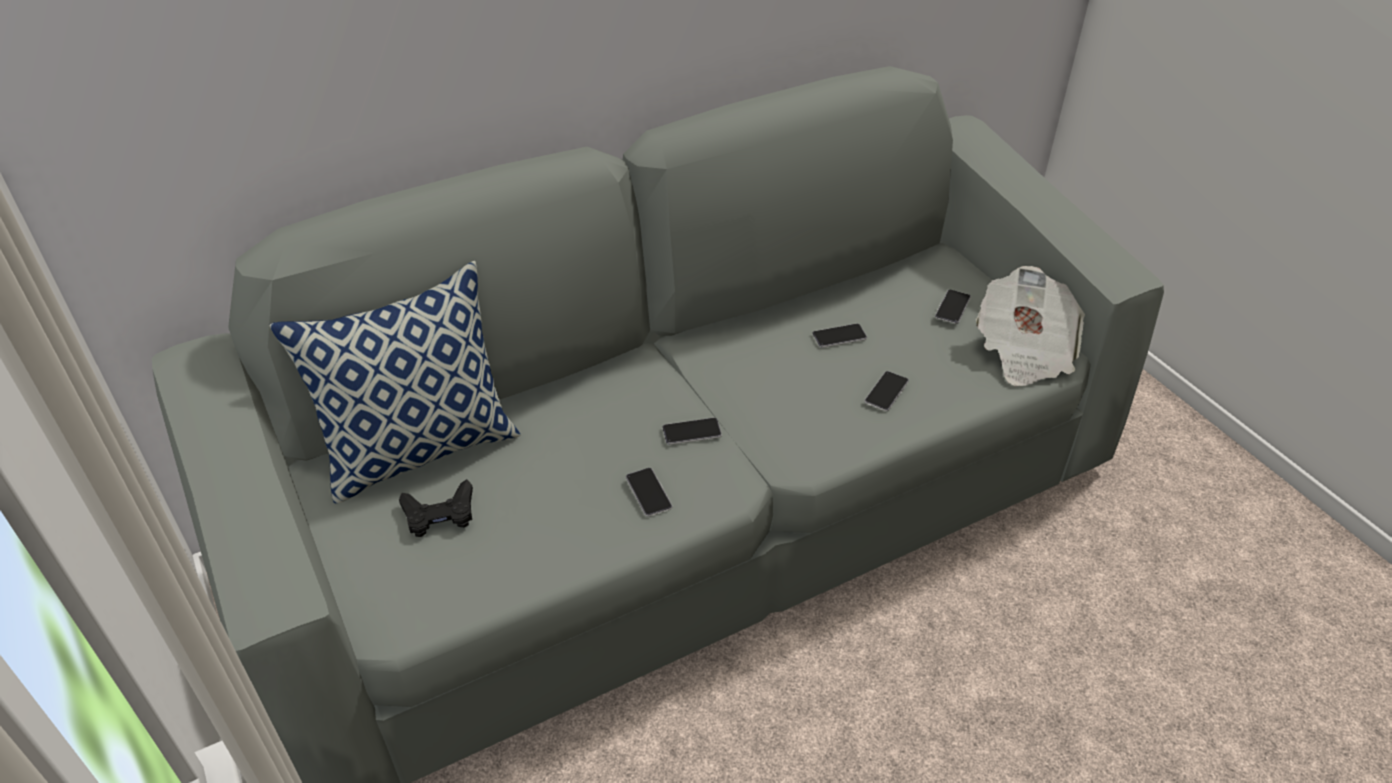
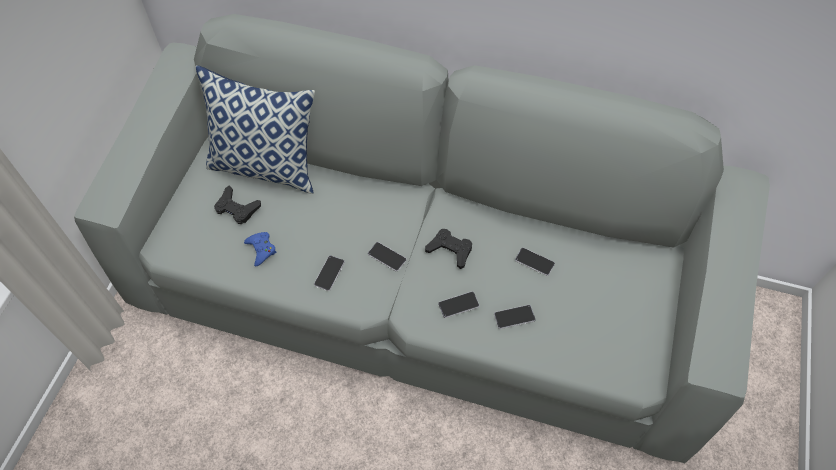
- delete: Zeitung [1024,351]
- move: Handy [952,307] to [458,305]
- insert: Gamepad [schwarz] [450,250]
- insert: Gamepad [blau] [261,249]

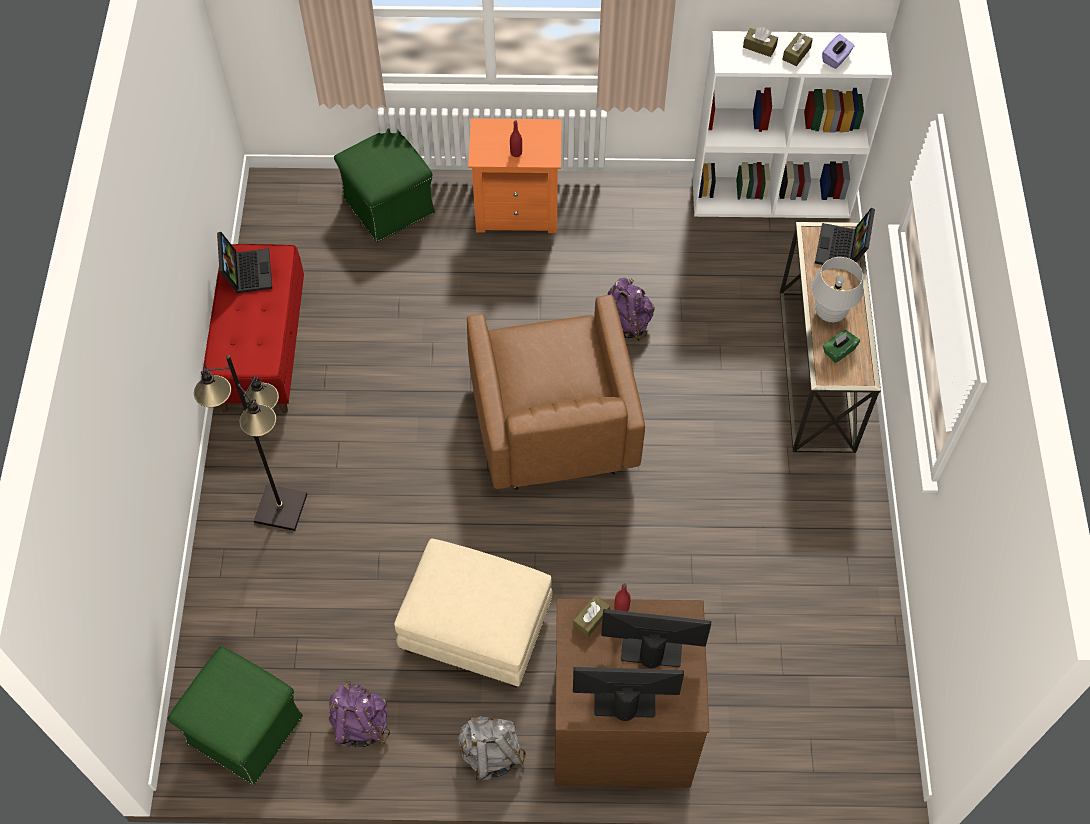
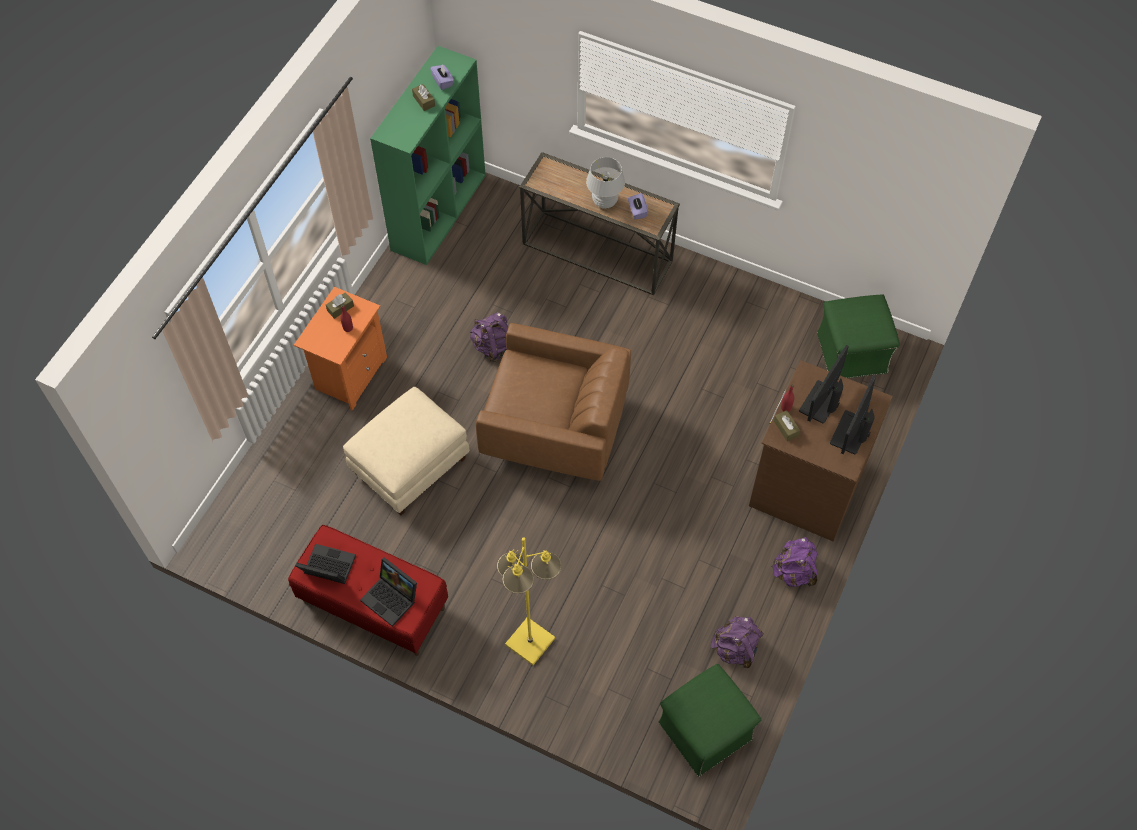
- move: Taschentuchbox [braun] [759,47] to [340,308]
- recolor: Bücherregal [weiß] [771,196] to Bücherregal [grün] [438,211]
- move: Polsterhocker [grün] [388,205] to [851,353]
- move: Laptop [842,250] to [392,598]
- recolor: Taschentuchbox [grün] [838,351] to Taschentuchbox [lila] [637,211]
- recolor: Stehlampe [schwarz] [280,507] to Stehlampe [gelb] [529,641]
- move: Polsterhocker [beige] [475,630] to [410,467]
- recolor: Rucksack [grau] [491,754] to Rucksack [lila] [794,572]

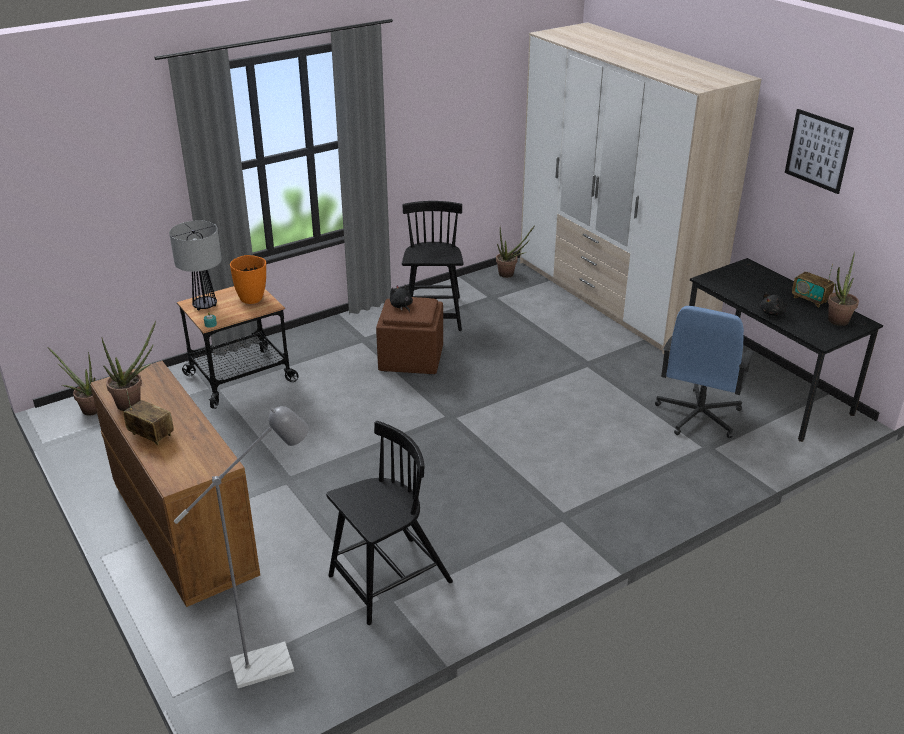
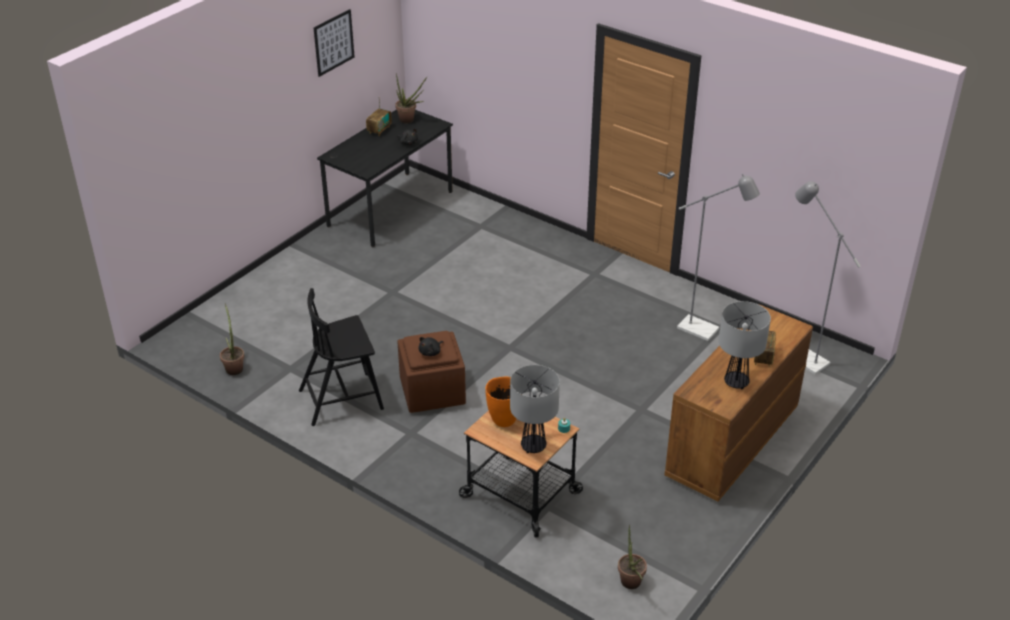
- delete: Kleiderschrank [612,296]
- delete: Bürostuhl [blau] [698,416]
- replace: Topfpflanze [134,403] to Tischlampe [736,382]
- replace: Stuhl [schwarz] [388,580] to Stehlampe [grau] [704,331]

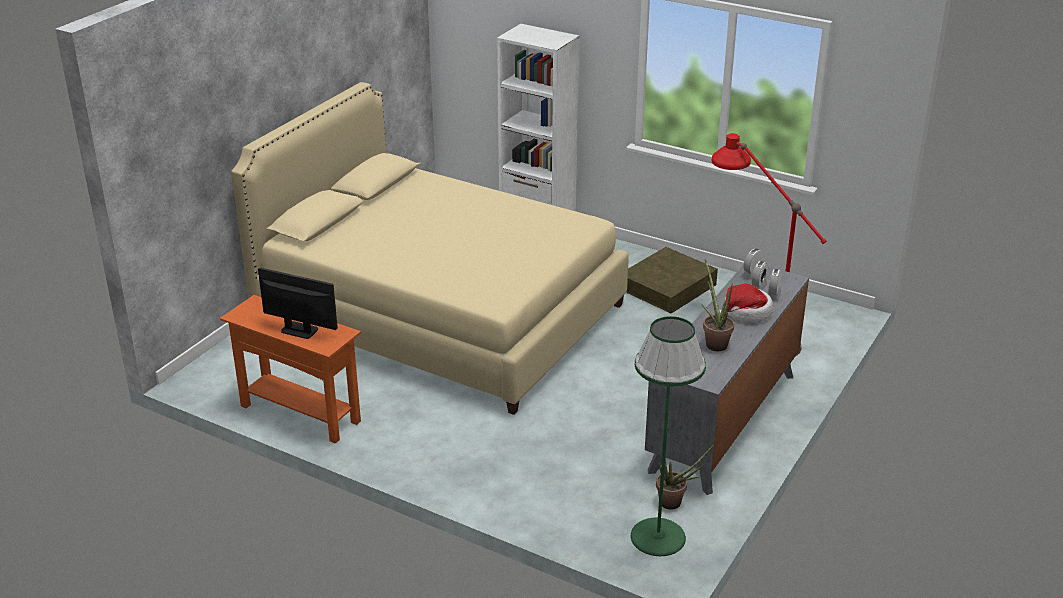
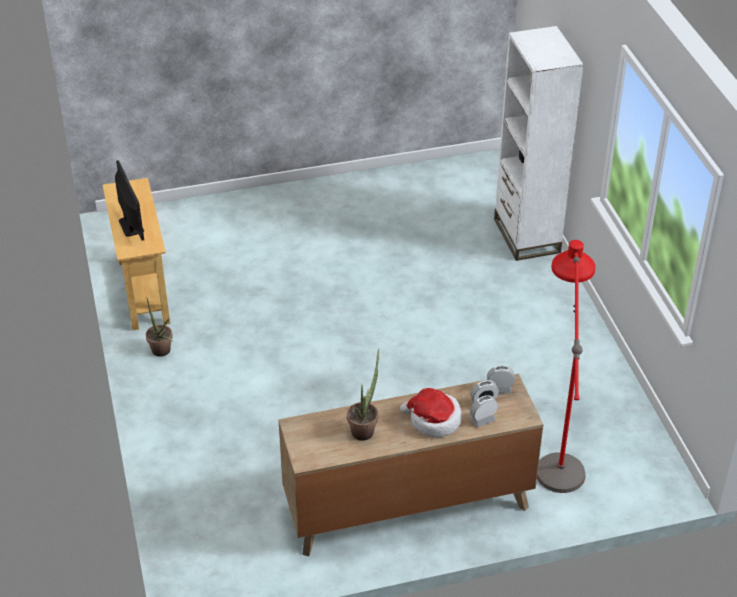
- delete: Bett [beige] [441,314]
- delete: Aufbewahrungsbox [braun] [668,287]
- recolor: Kommode [grau] [724,422] to Kommode [braun] [407,507]
- recolor: Konsolentisch [orange] [300,413] to Konsolentisch [beige] [143,291]
- delete: Stehlampe [grün] [658,537]
- move: Topfpflanze [675,503] to [163,353]

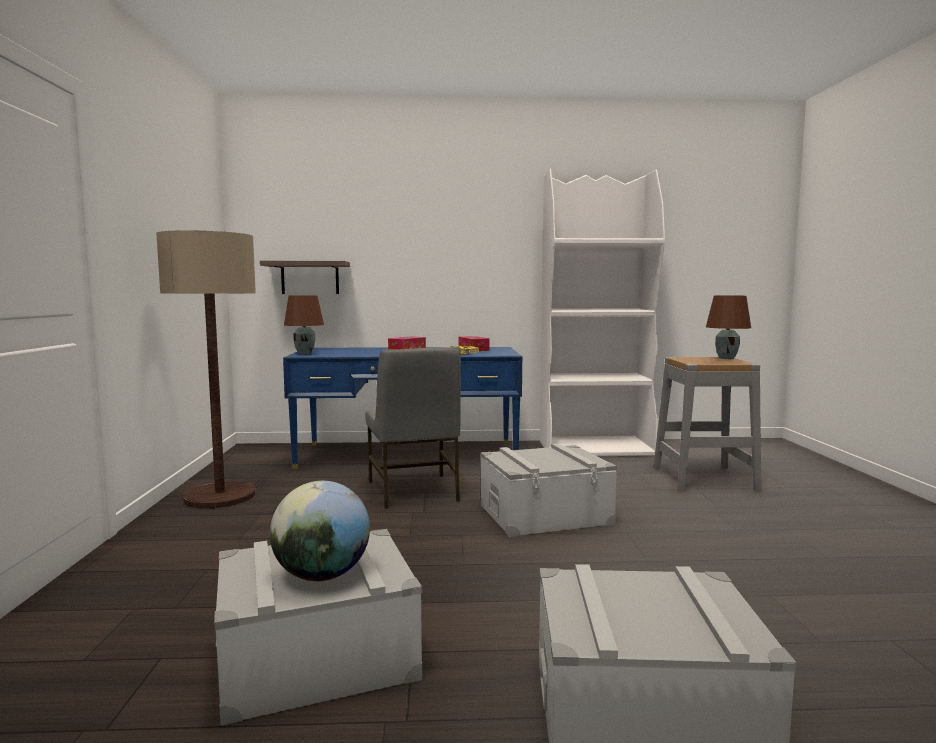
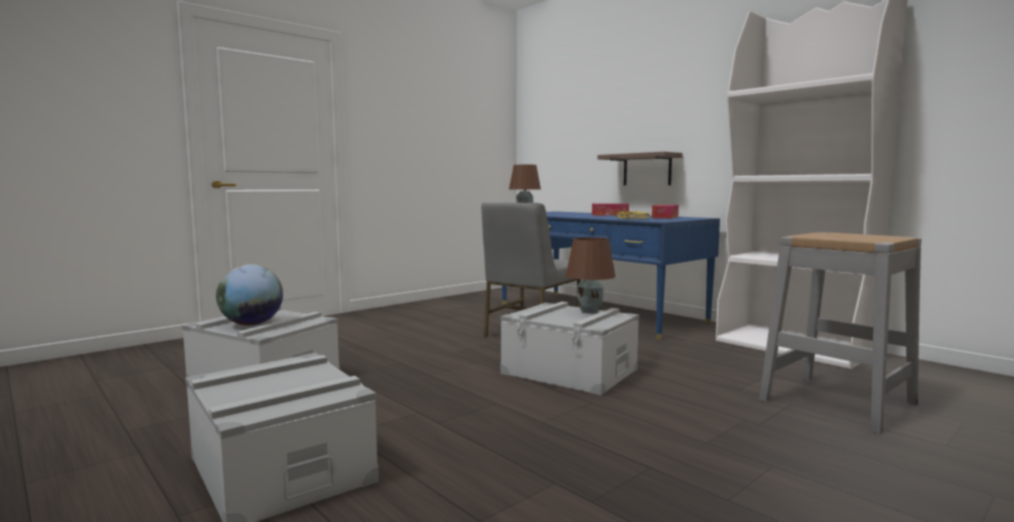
- delete: Stehlampe [220,496]
- move: Wandregal [310,278] to [647,170]
- move: Tischlampe [braun] [726,358] to [590,311]

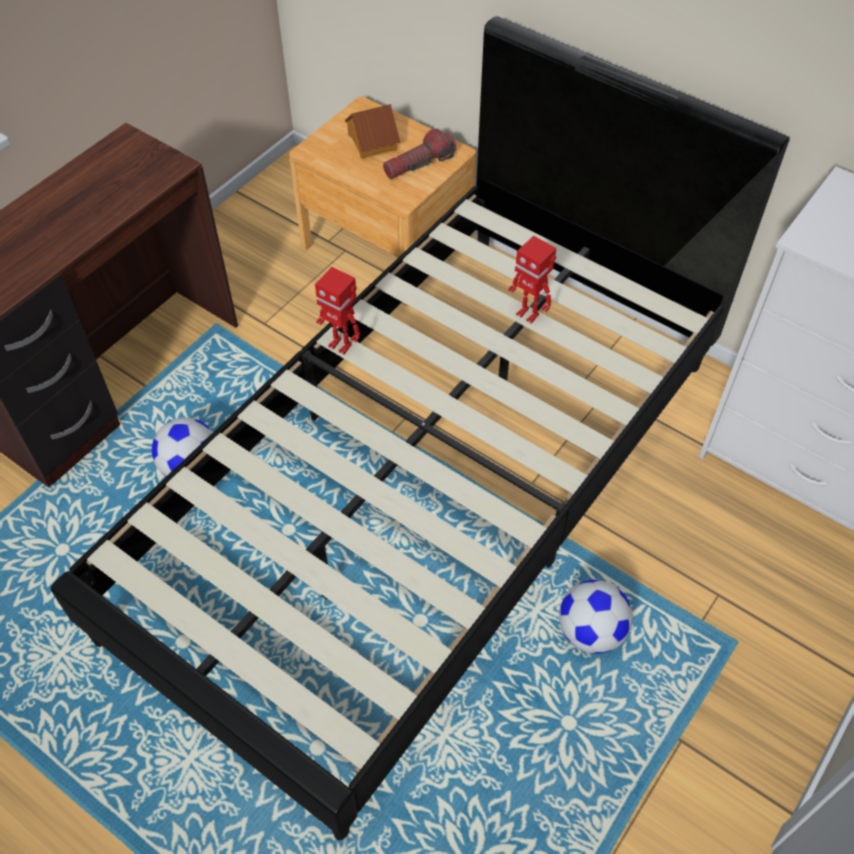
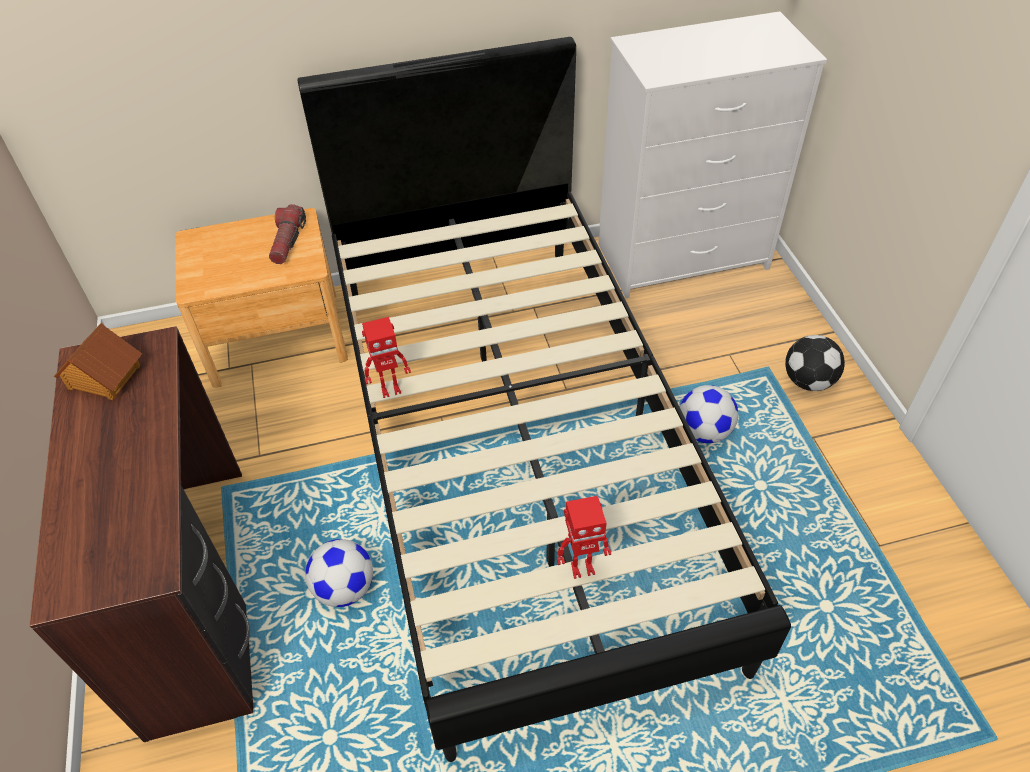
- move: Spielzeughaus [372,142] to [103,377]
- move: Spielzeugroboter [528,314] to [582,568]
- insert: Fußball [808,382]

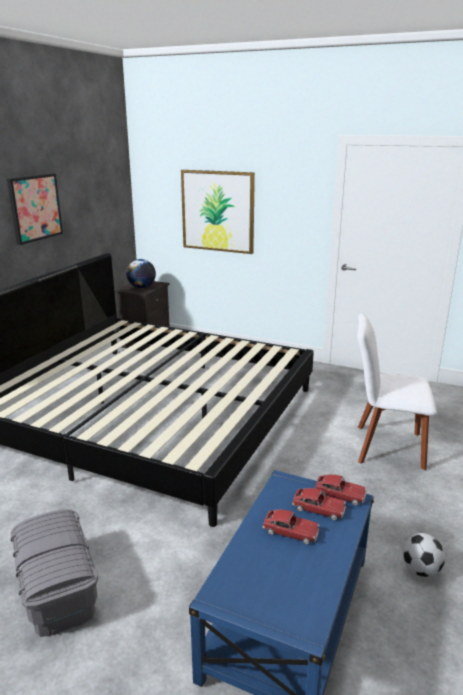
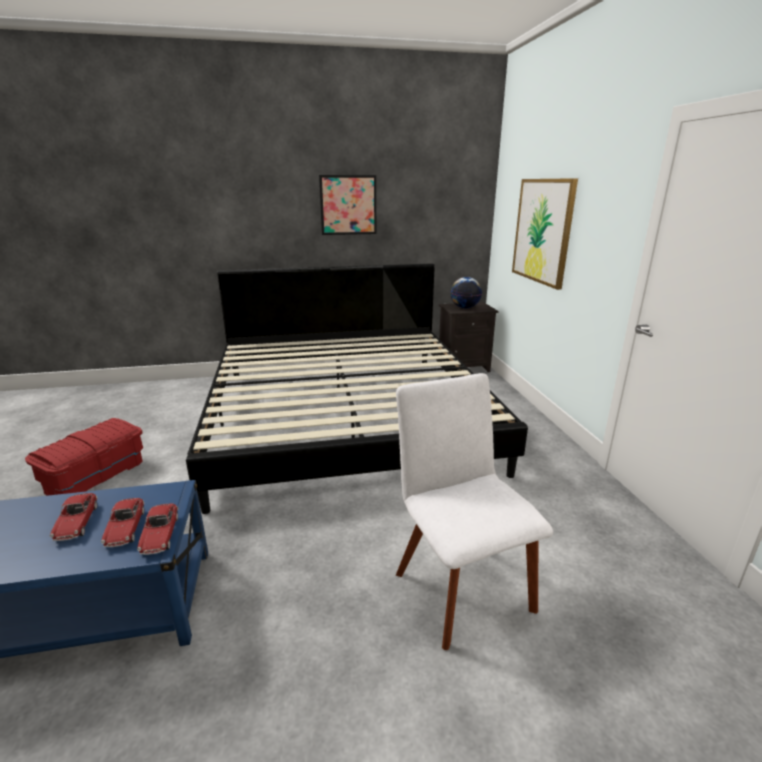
- recolor: Aufbewahrungsbox [grau] [57,588] to Aufbewahrungsbox [rot] [95,475]
- delete: Fußball [421,570]

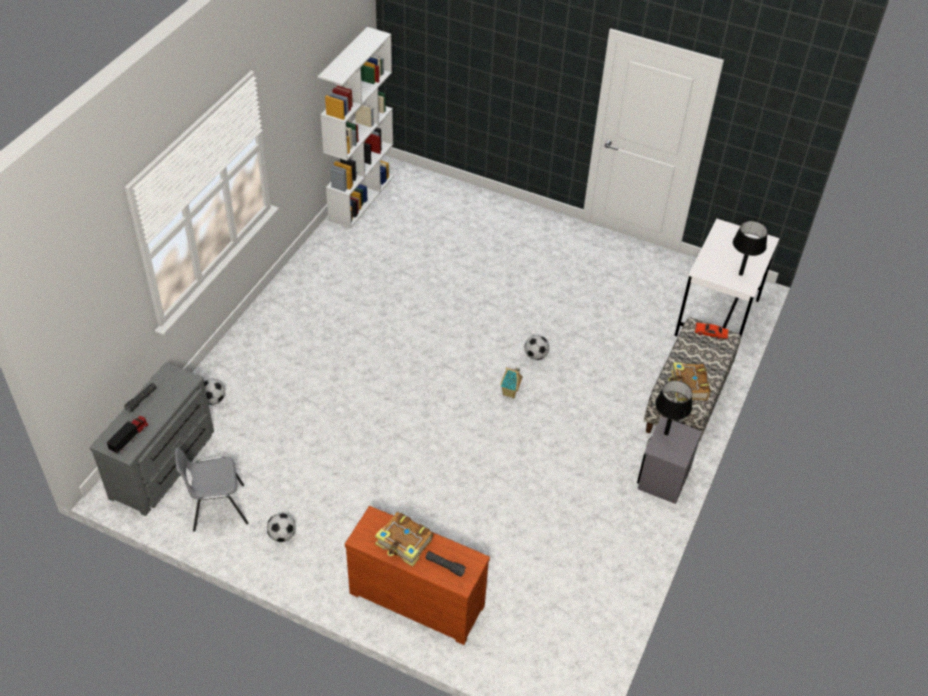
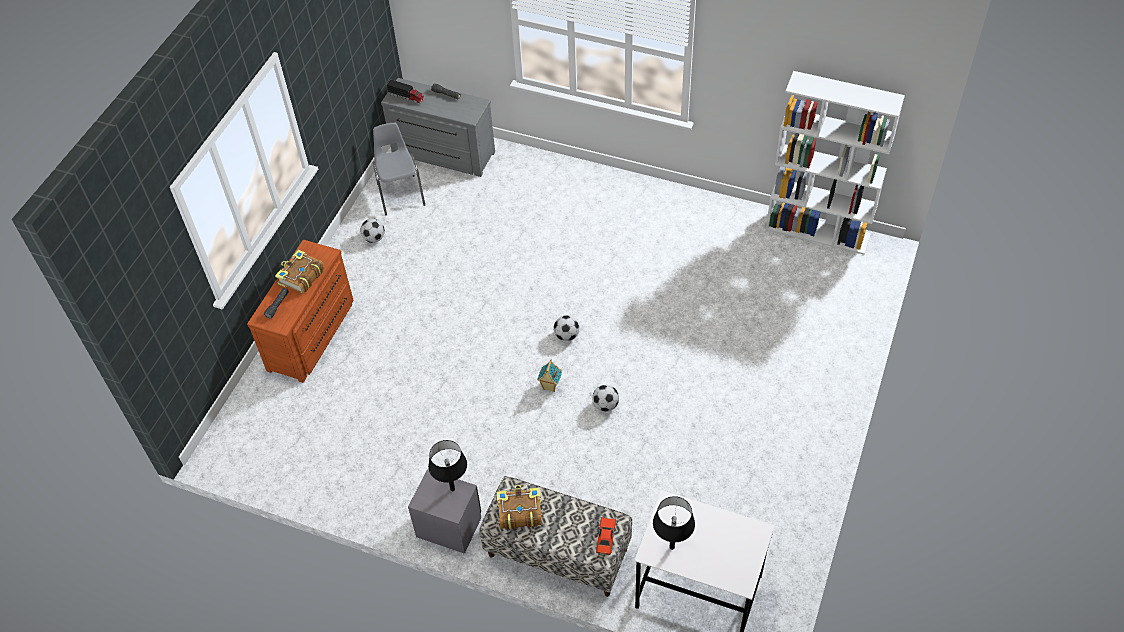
- move: Fußball [213,400] to [566,336]

